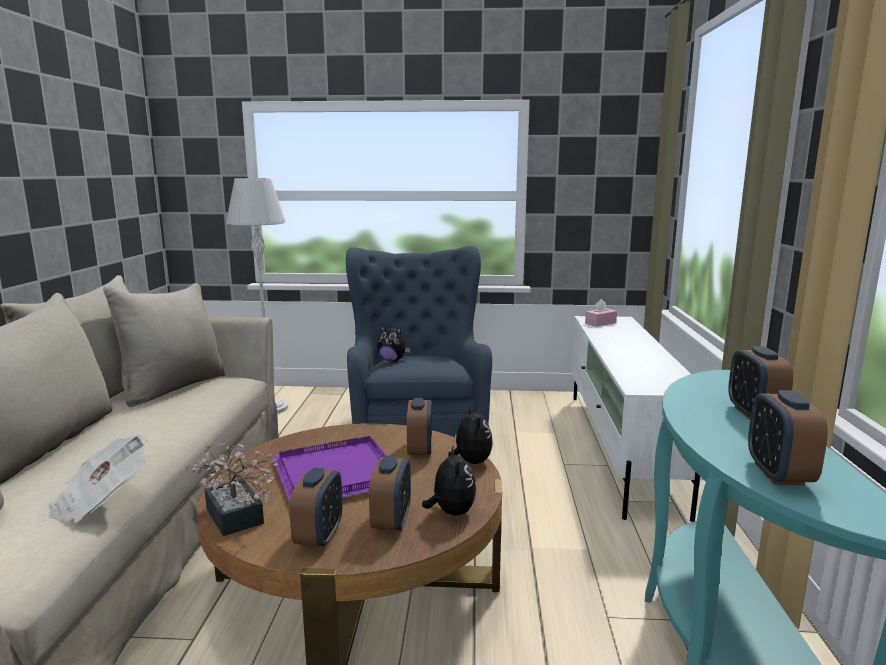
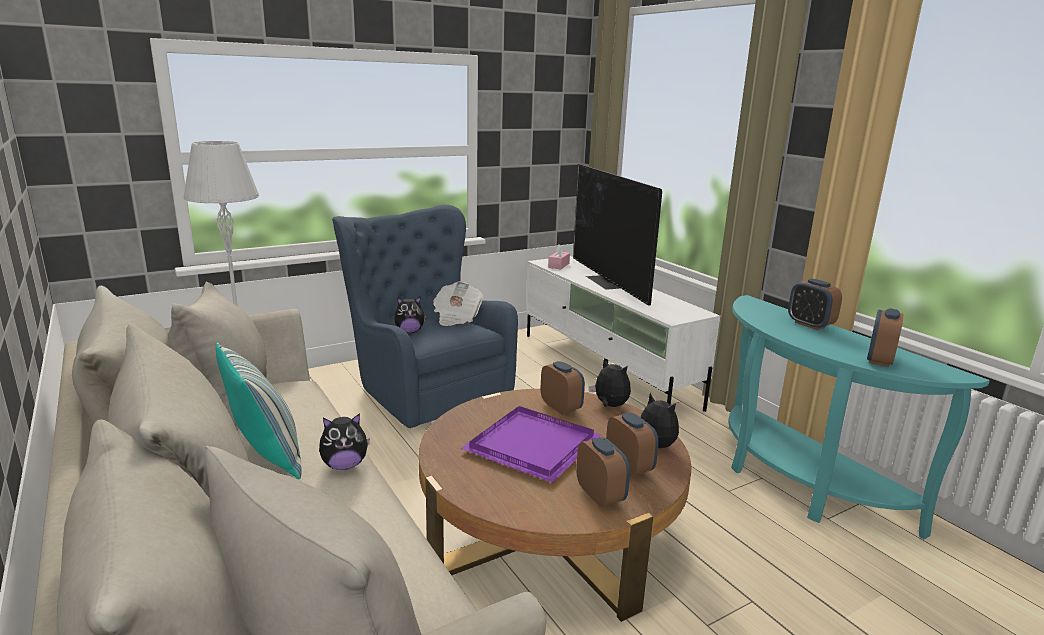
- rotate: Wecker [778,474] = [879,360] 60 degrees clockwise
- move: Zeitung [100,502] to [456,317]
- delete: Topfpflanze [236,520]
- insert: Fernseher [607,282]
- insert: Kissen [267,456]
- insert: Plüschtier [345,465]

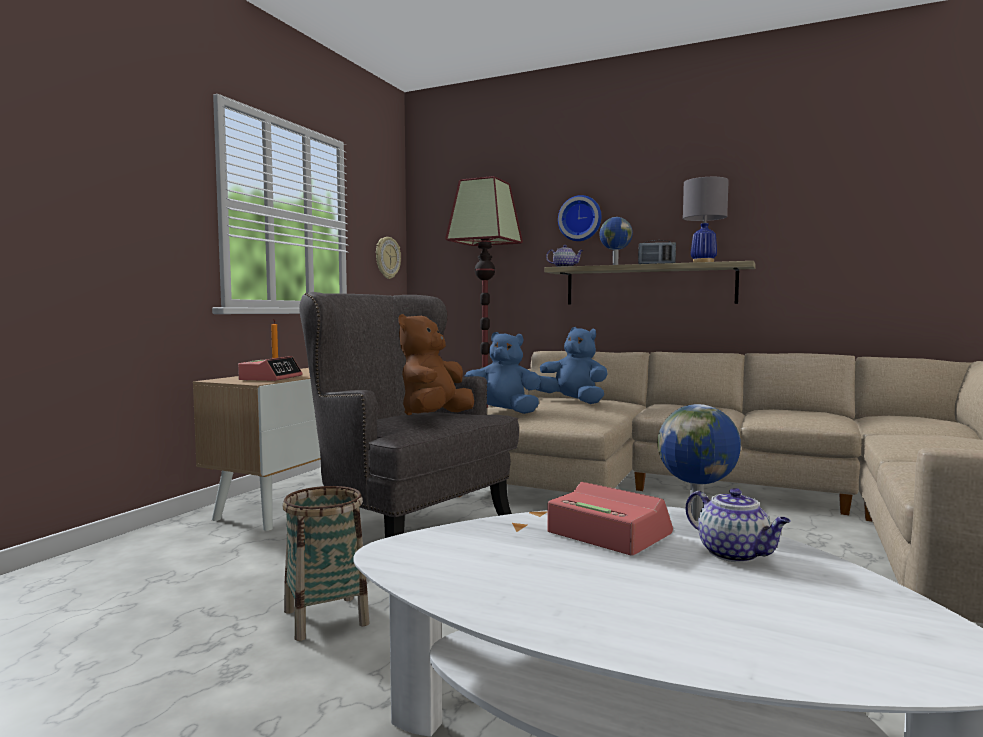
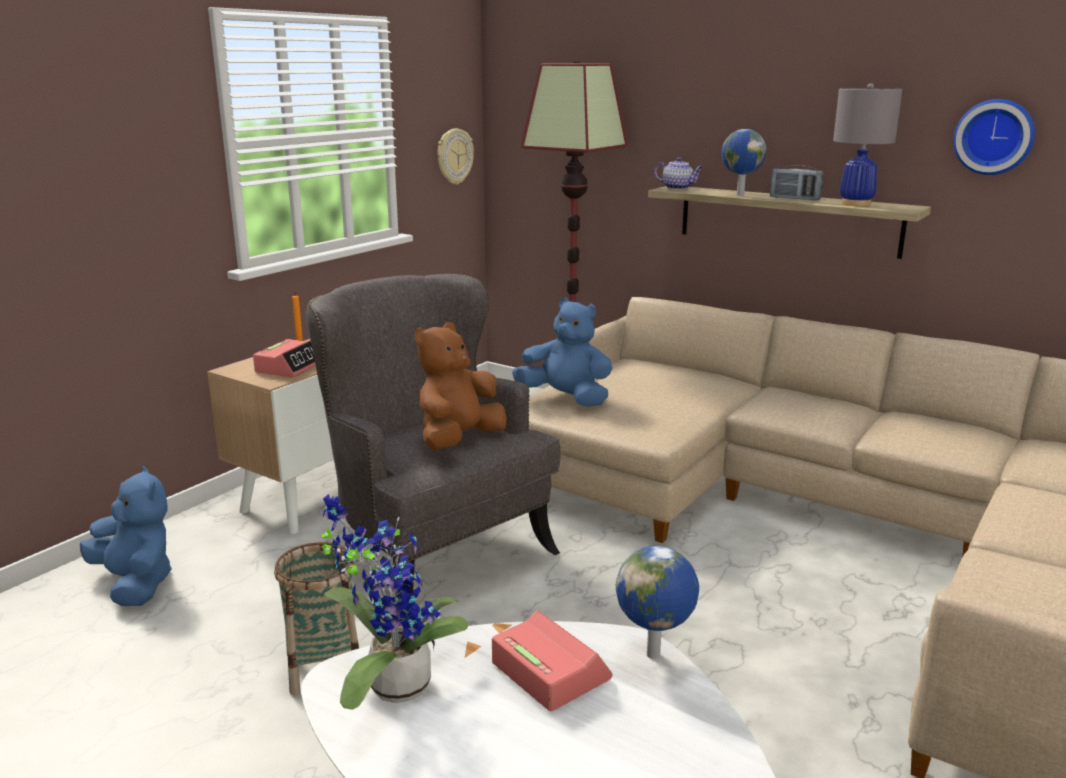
- move: Wanduhr [580,218] to [994,137]
- move: Plüschtier [blau] [573,401] to [136,584]
- delete: Teekanne [735,554]
- insert: Topfpflanze [392,684]

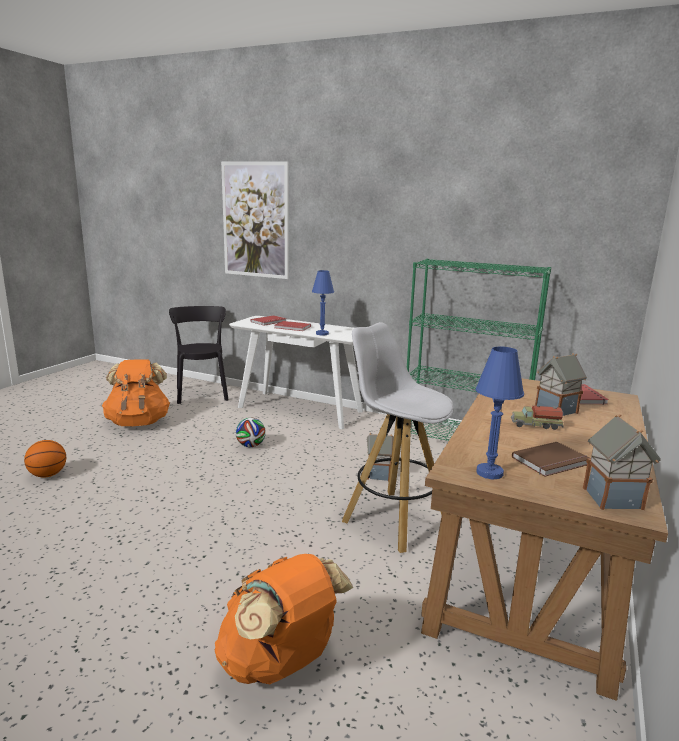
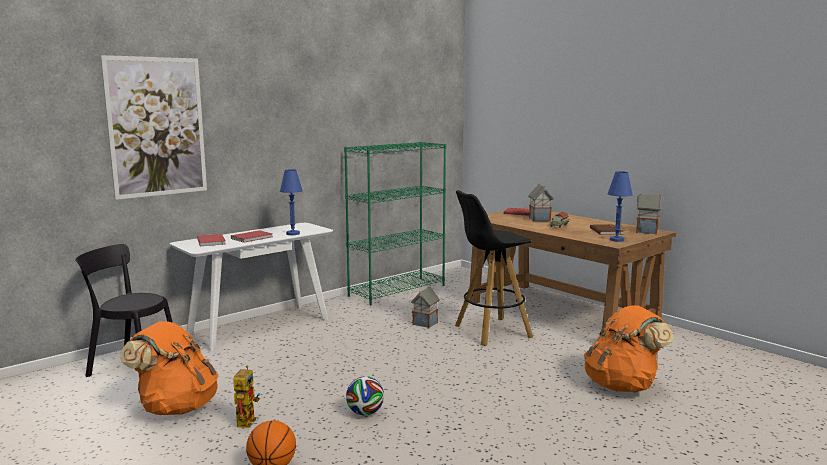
- recolor: Hocker [weiß] [394,519] to Hocker [schwarz] [491,332]
- move: Fußball [251,446] to [365,413]
- insert: Spielzeugroboter [246,420]

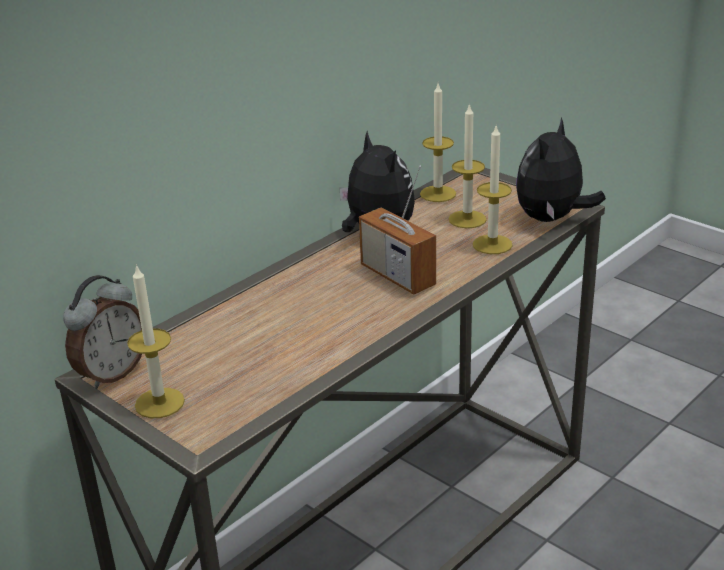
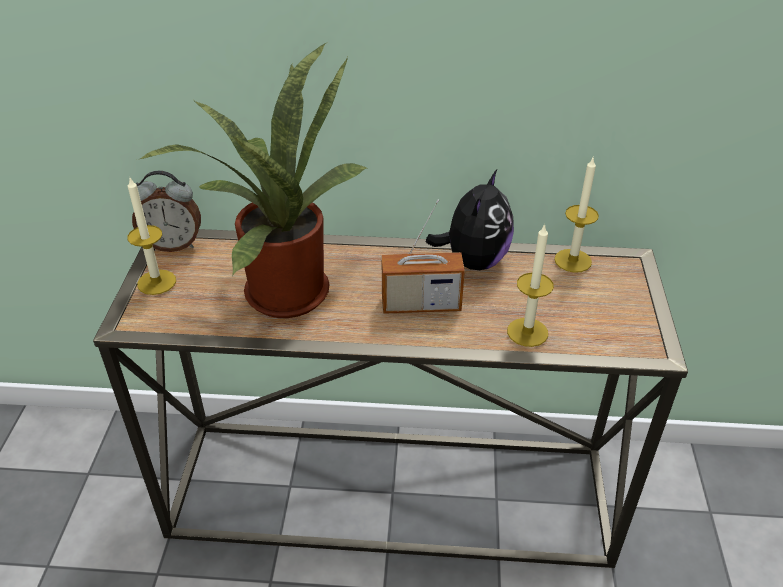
- delete: Kerze [467,219]
- delete: Plüschtier [552,219]
- rotate: Radio [397,276] = [421,305] 105 degrees counterclockwise
- insert: Topfpflanze [282,289]

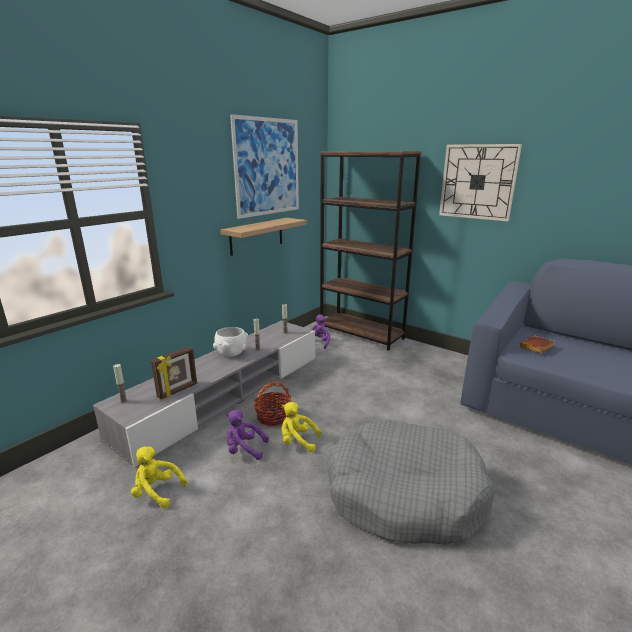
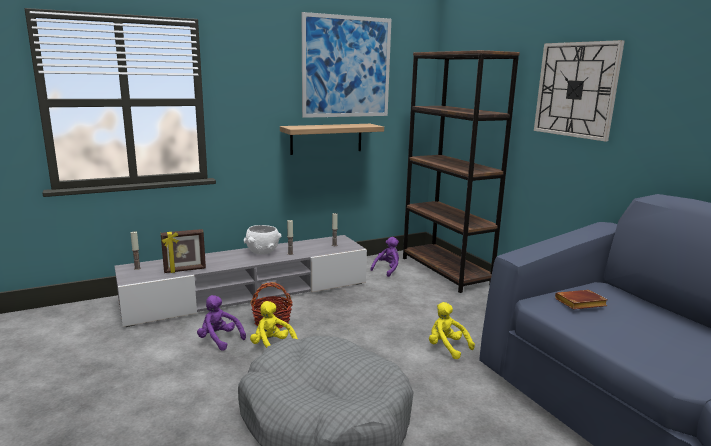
- move: Plüschtier [gelb] [157,492] to [447,347]

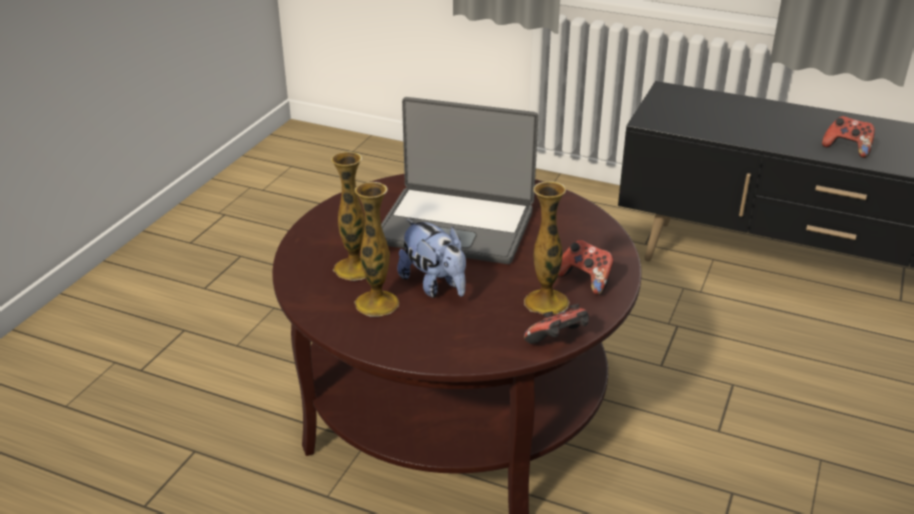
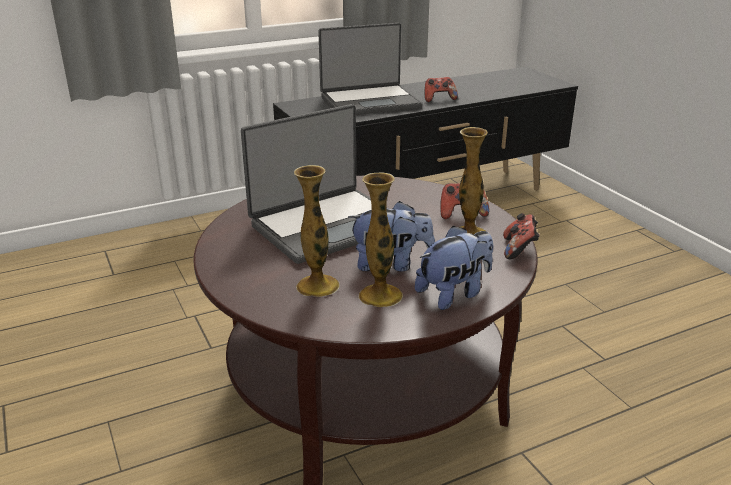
- insert: Laptop [369,102]
- insert: Plüschtier [454,293]

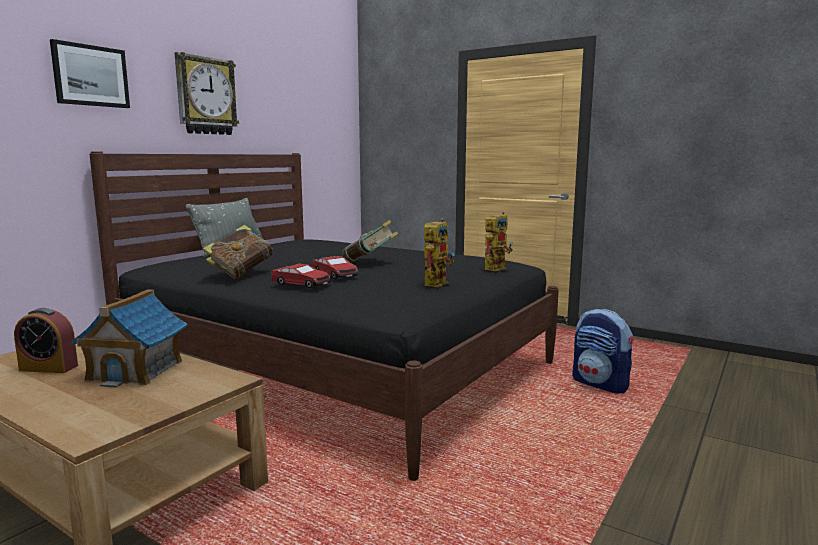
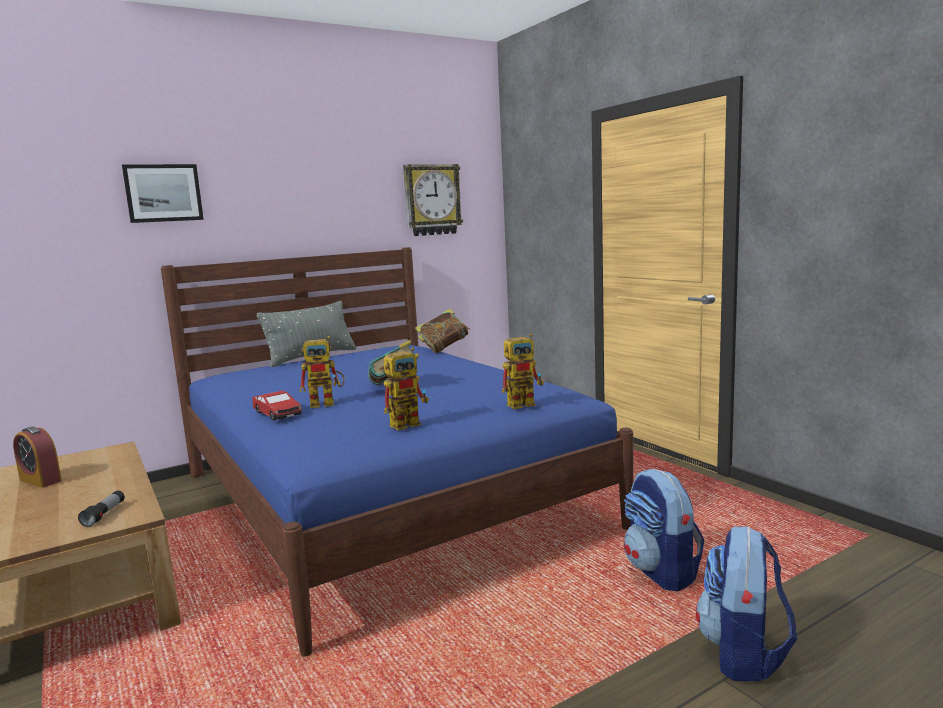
- move: Wanduhr [206,96] to [432,200]
- recolor: Bett [schwarz] [338,366] to Bett [blau] [383,498]
- move: Buch [241,274] to [444,349]
- replace: Spielzeugauto [335,275] to Spielzeugroboter [328,403]
- delete: Spielzeughaus [136,370]
- insert: Taschenlampe [104,515]
- insert: Rucksack [744,654]

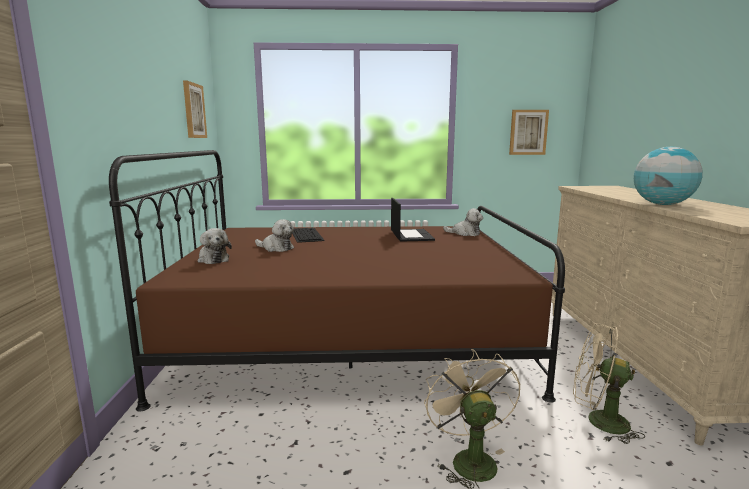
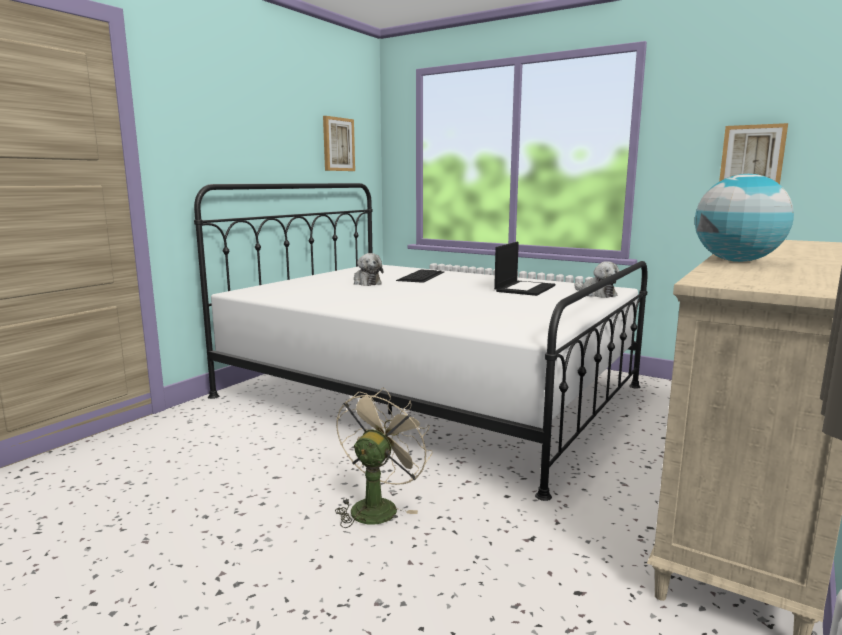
- recolor: Bett [braun] [351,337] to Bett [weiß] [429,391]
- delete: Plüschtier [213,259]
- delete: Ventilator [beige] [598,421]

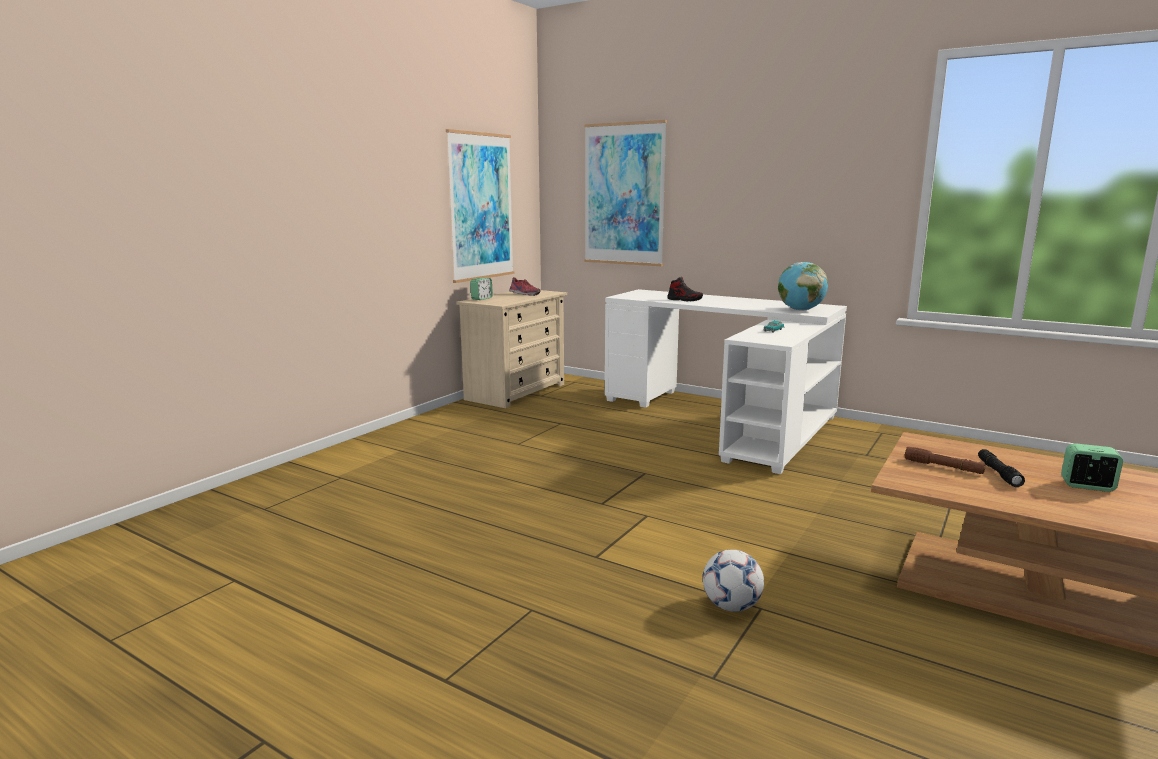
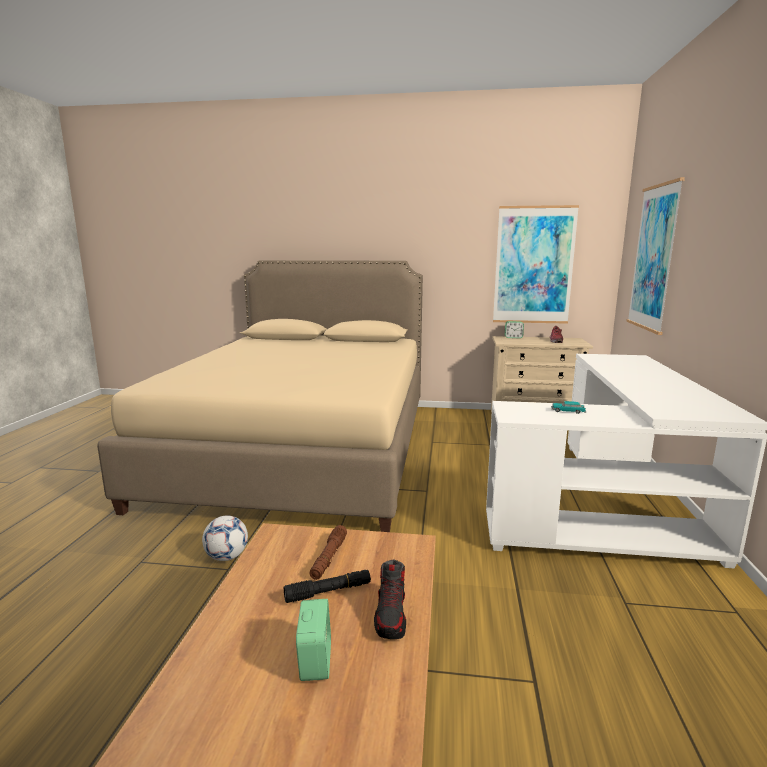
- delete: Globus [800,310]
- move: Schuh [684,300] to [391,615]
- insert: Bett [beige] [303,448]

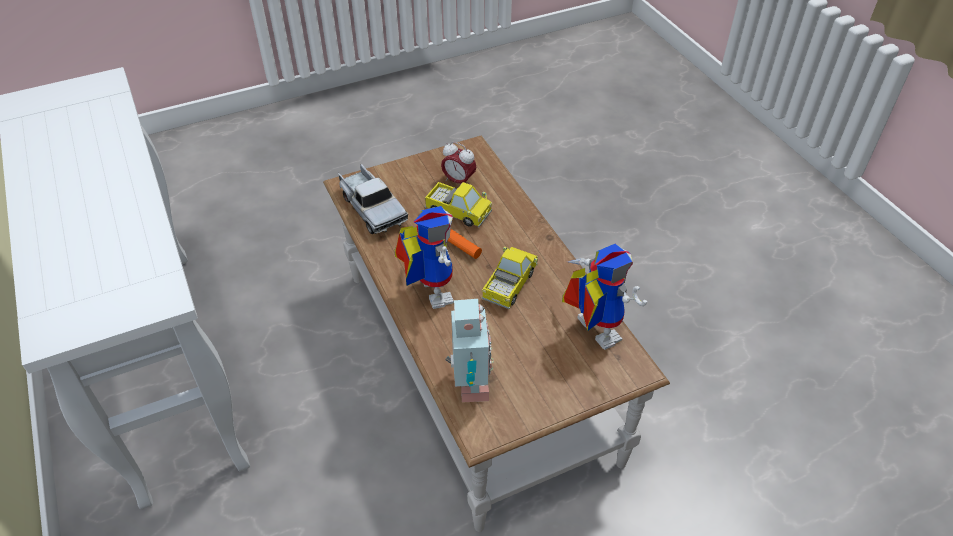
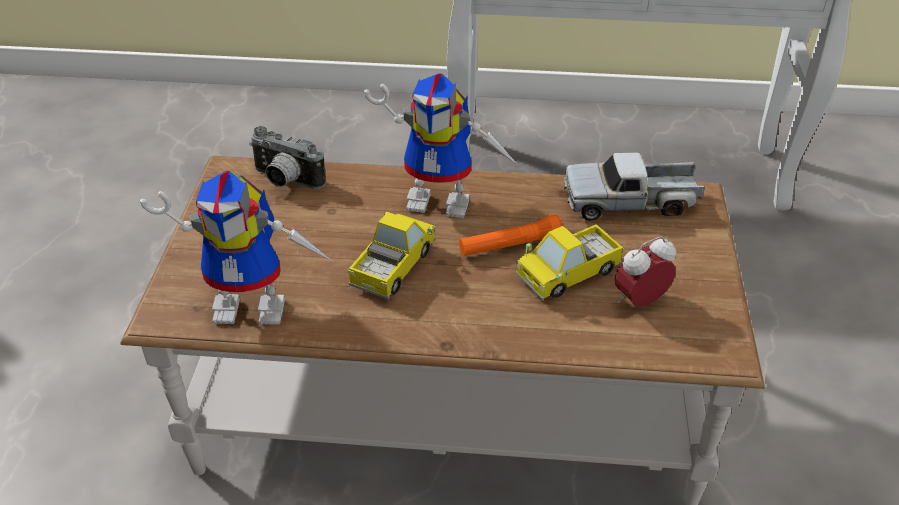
- rotate: Spielzeuglaster [510,284] = [393,267] 120 degrees counterclockwise
- replace: Spielzeugroboter [469,387] to Kamera [285,181]

